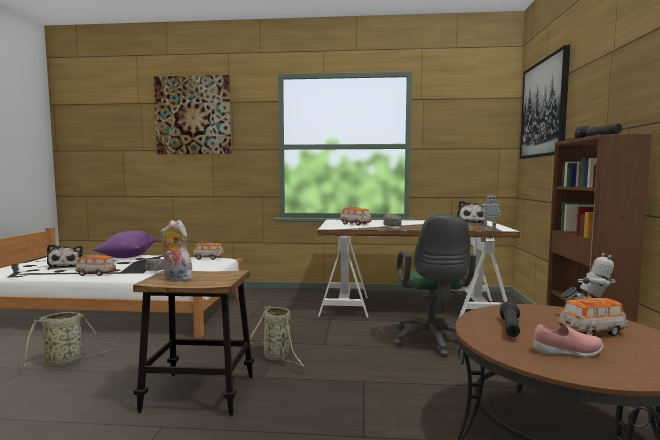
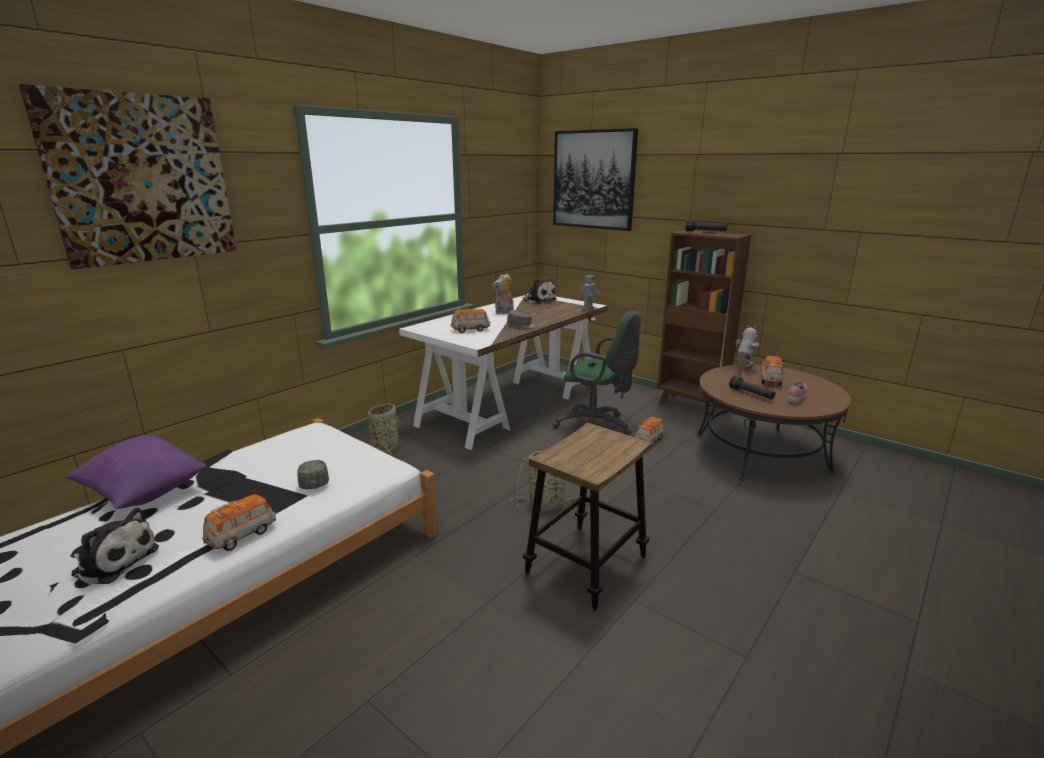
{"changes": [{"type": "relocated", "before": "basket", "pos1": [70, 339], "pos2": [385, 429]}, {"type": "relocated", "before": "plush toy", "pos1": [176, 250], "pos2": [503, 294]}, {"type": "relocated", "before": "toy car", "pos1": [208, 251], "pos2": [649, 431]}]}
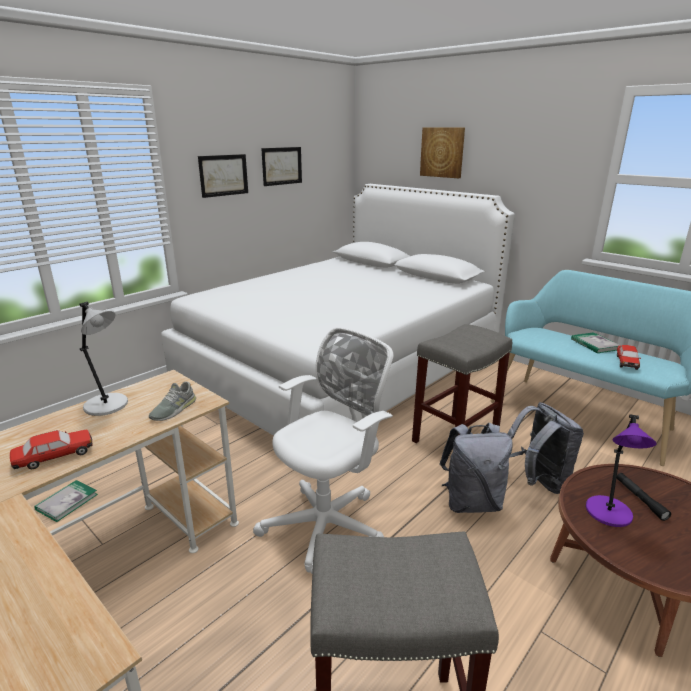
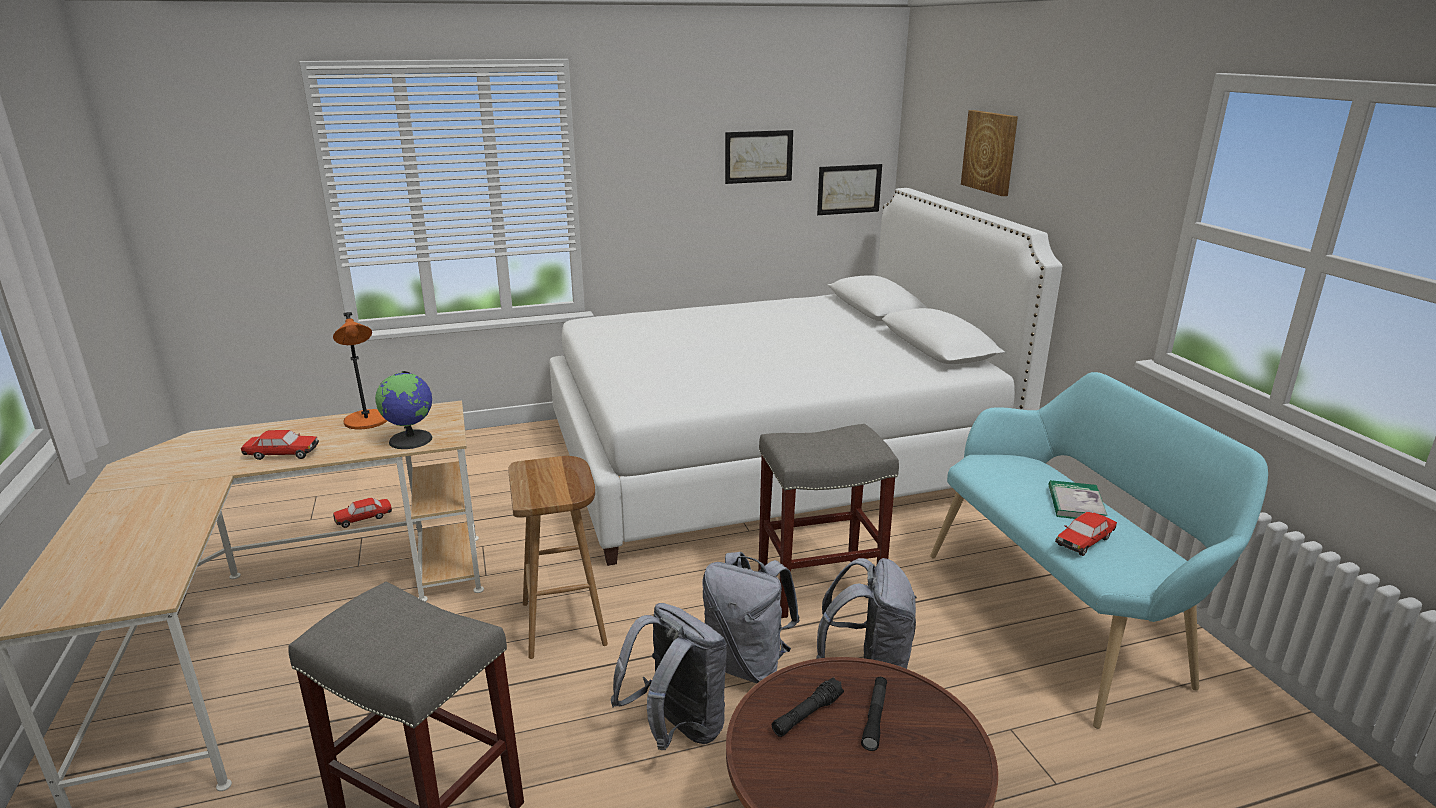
{"changes": [{"type": "colour", "before": "grey table lamp", "after": "orange table lamp", "pos1": [103, 359], "pos2": [360, 370]}, {"type": "exchanged", "before": "book", "after": "toy car", "pos1": [66, 501], "pos2": [362, 513]}, {"type": "exchanged", "before": "grey shoe", "after": "globe", "pos1": [172, 401], "pos2": [404, 410]}, {"type": "exchanged", "before": "white office chair", "after": "brown stool", "pos1": [323, 450], "pos2": [558, 557]}, {"type": "appeared", "after": "grey backpack", "pos2": [669, 676]}, {"type": "exchanged", "before": "purple table lamp", "after": "black flashlight", "pos1": [621, 470], "pos2": [808, 707]}, {"type": "relocated", "before": "picture", "pos1": [223, 176], "pos2": [849, 189]}]}
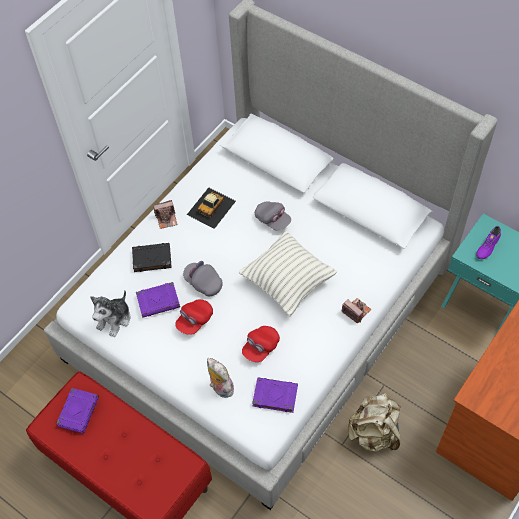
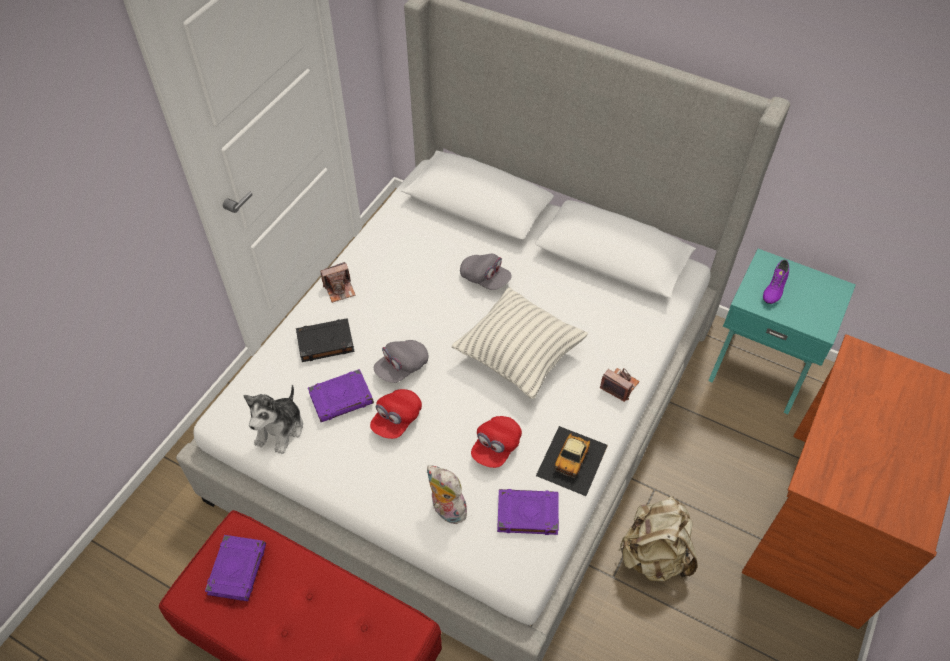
{"changes": [{"type": "spun", "before": "grey cap", "pos1": [203, 278], "pos2": [401, 361], "turn": -75}, {"type": "relocated", "before": "toy car", "pos1": [211, 208], "pos2": [572, 461]}]}
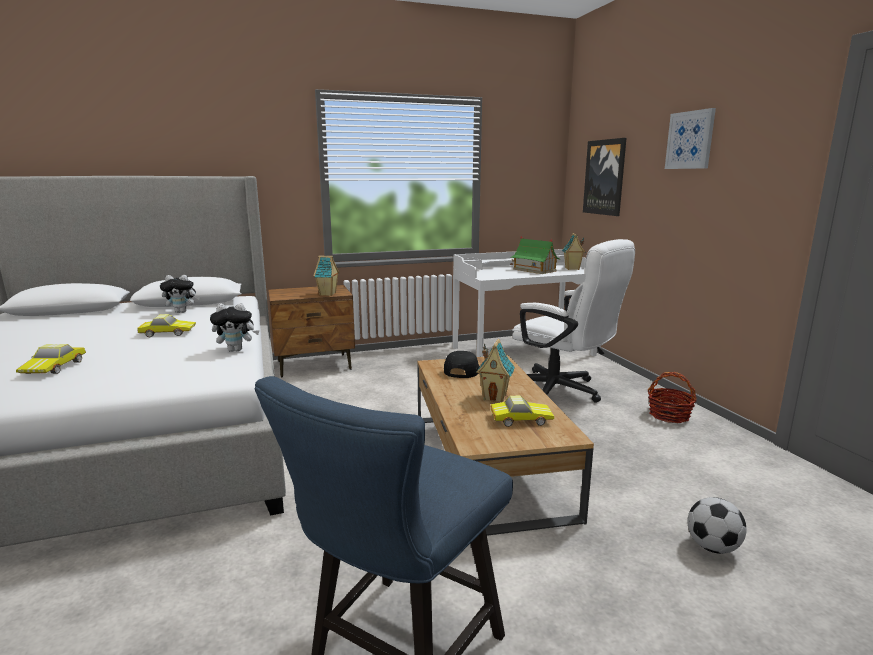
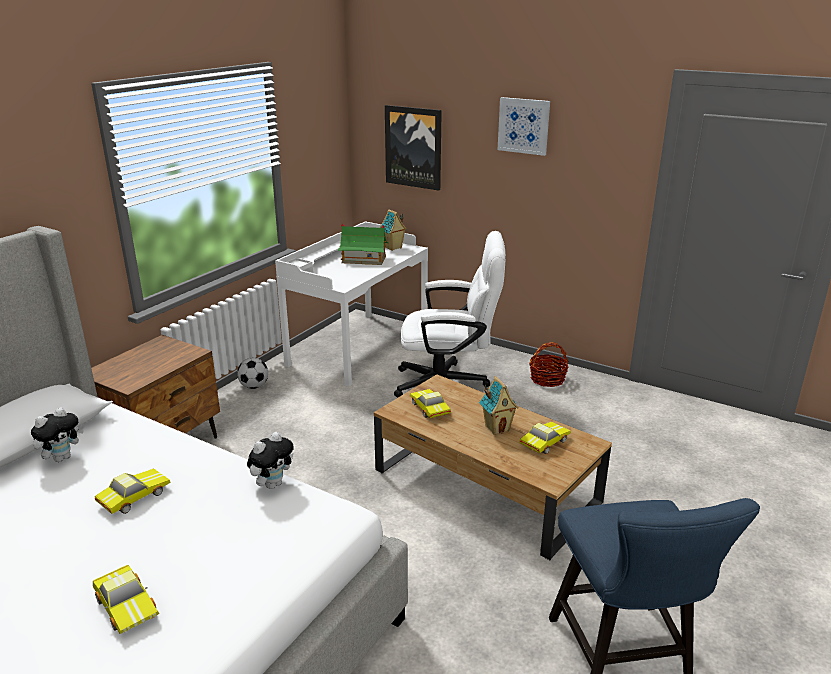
{"changes": [{"type": "relocated", "before": "football", "pos1": [717, 525], "pos2": [252, 373]}, {"type": "exchanged", "before": "black cap", "after": "toy car", "pos1": [462, 364], "pos2": [430, 403]}, {"type": "missing", "before": "toy house", "pos1": [326, 275]}]}
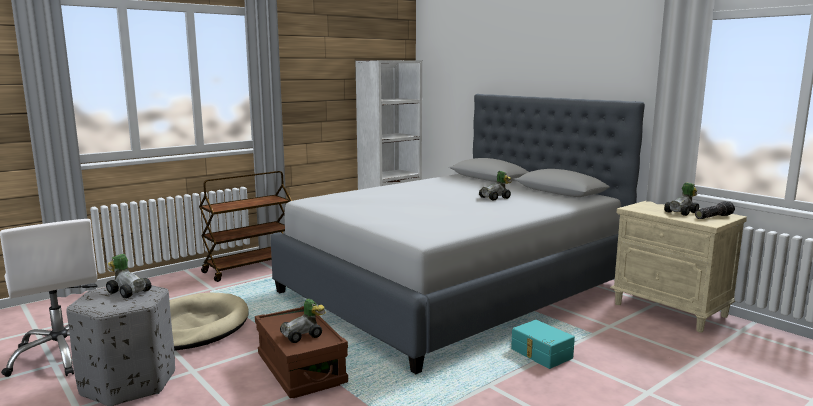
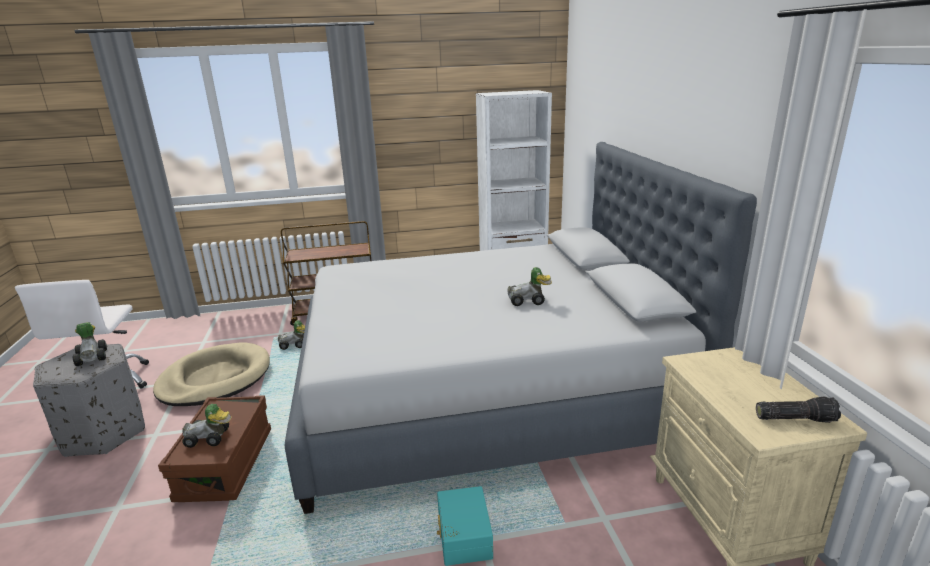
{"changes": [{"type": "relocated", "before": "toy car", "pos1": [681, 199], "pos2": [291, 335]}]}
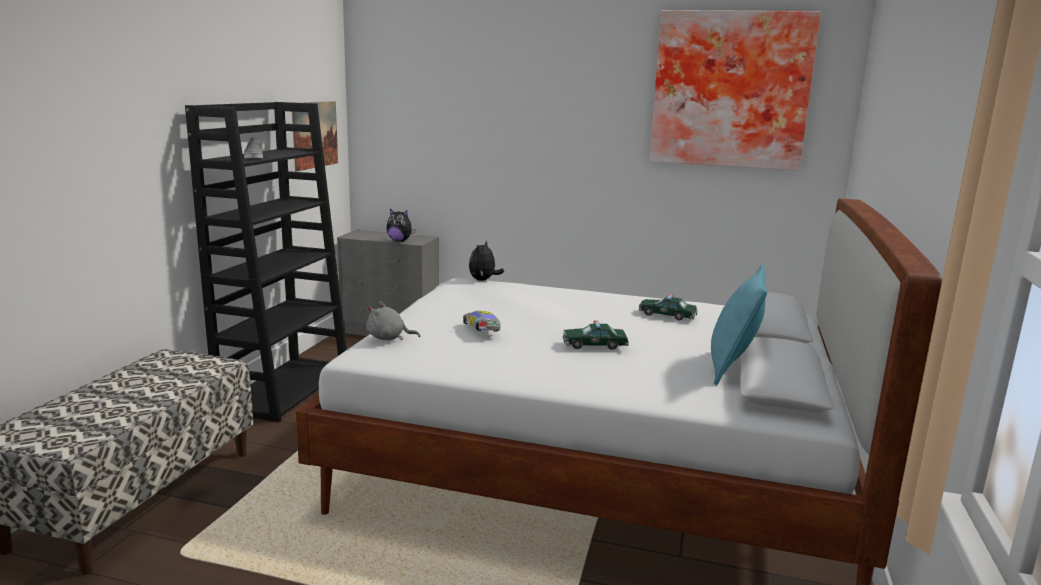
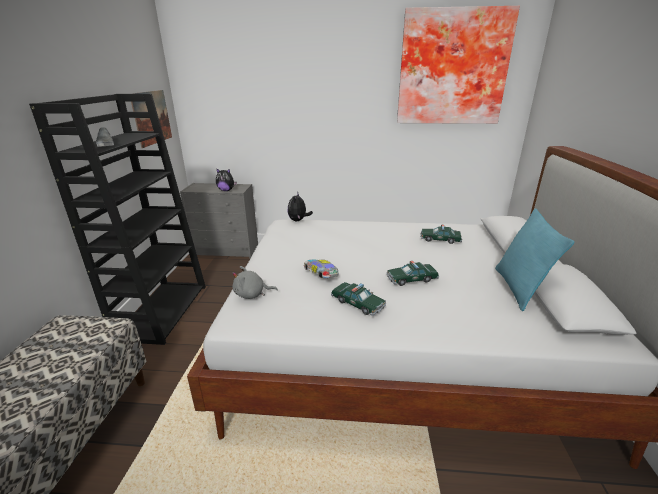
{"changes": [{"type": "appeared", "after": "toy car", "pos2": [358, 299]}]}
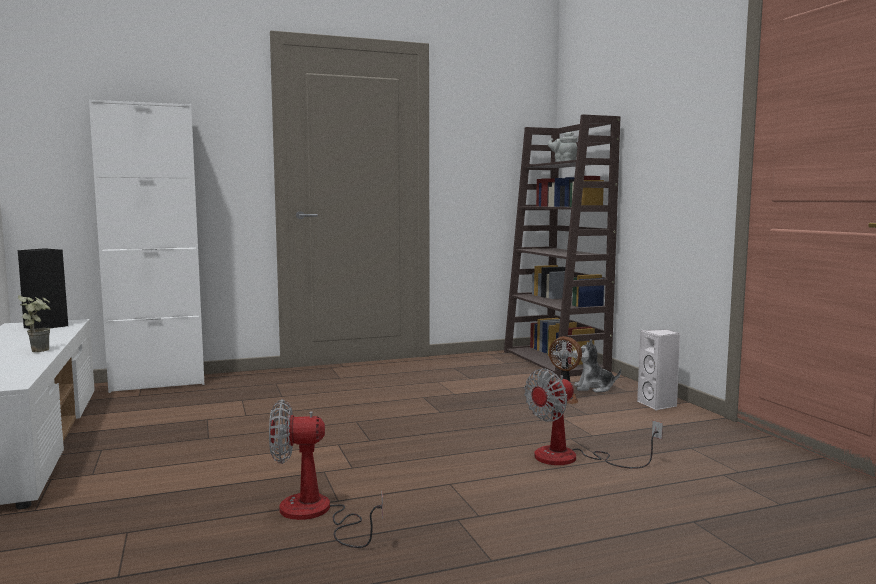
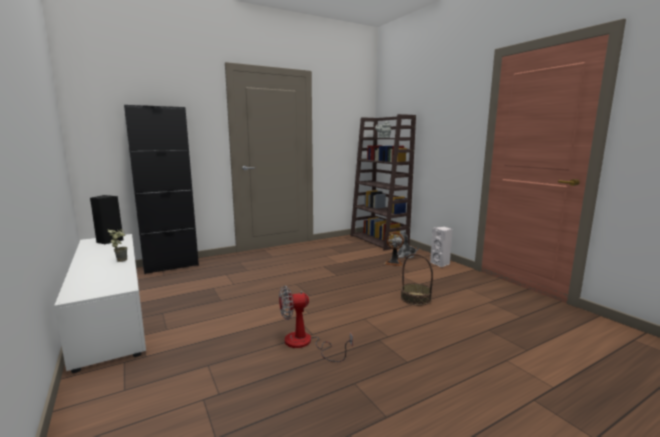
{"changes": [{"type": "colour", "before": "white cabinet", "after": "black cabinet", "pos1": [147, 246], "pos2": [161, 189]}, {"type": "exchanged", "before": "fan", "after": "basket", "pos1": [593, 418], "pos2": [417, 280]}]}
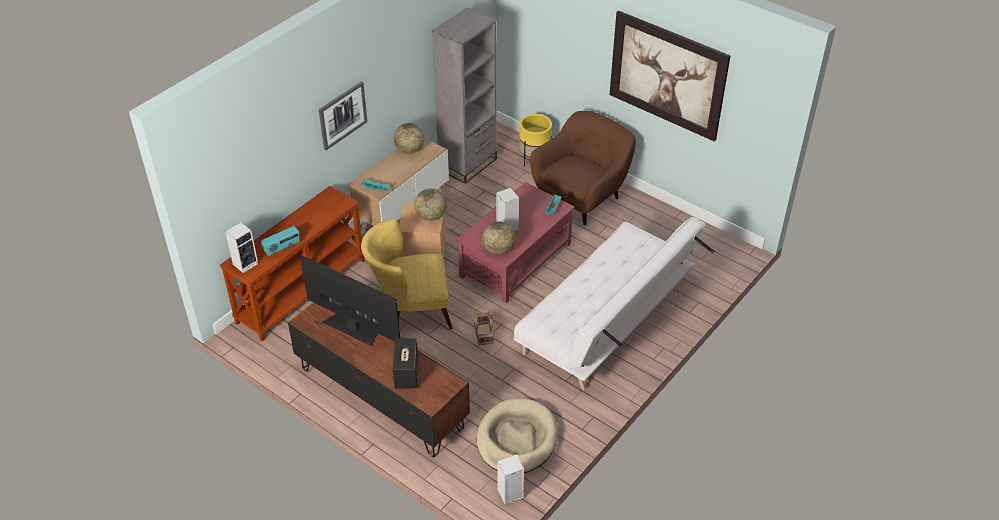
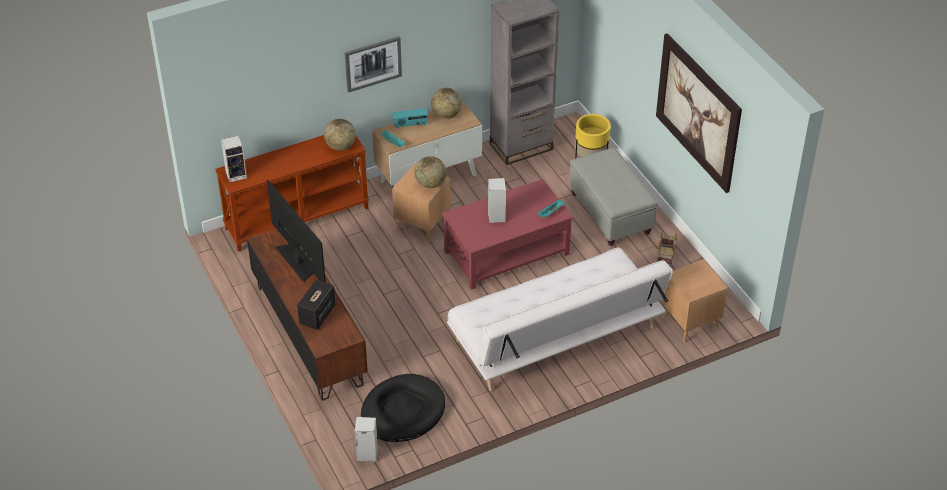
{"changes": [{"type": "relocated", "before": "globe", "pos1": [498, 237], "pos2": [340, 135]}, {"type": "colour", "before": "beige dog bed", "after": "black dog bed", "pos1": [517, 435], "pos2": [403, 408]}, {"type": "relocated", "before": "radio", "pos1": [280, 241], "pos2": [410, 118]}, {"type": "exchanged", "before": "brown armchair", "after": "grey ottoman", "pos1": [583, 168], "pos2": [613, 197]}, {"type": "relocated", "before": "basket", "pos1": [483, 327], "pos2": [667, 249]}, {"type": "appeared", "after": "brown side table", "pos2": [695, 300]}, {"type": "missing", "before": "yellow armchair", "pos1": [407, 273]}]}
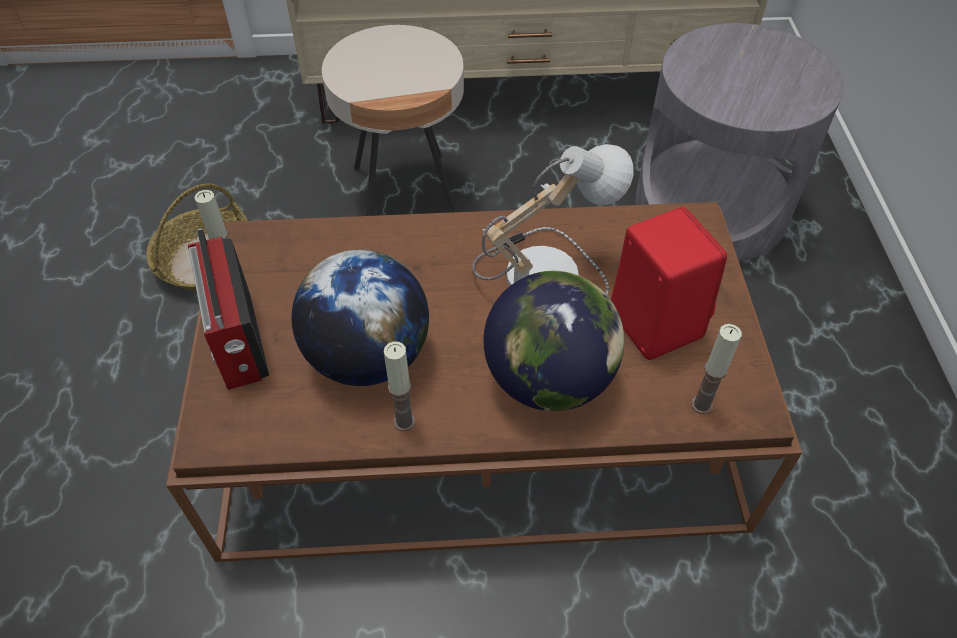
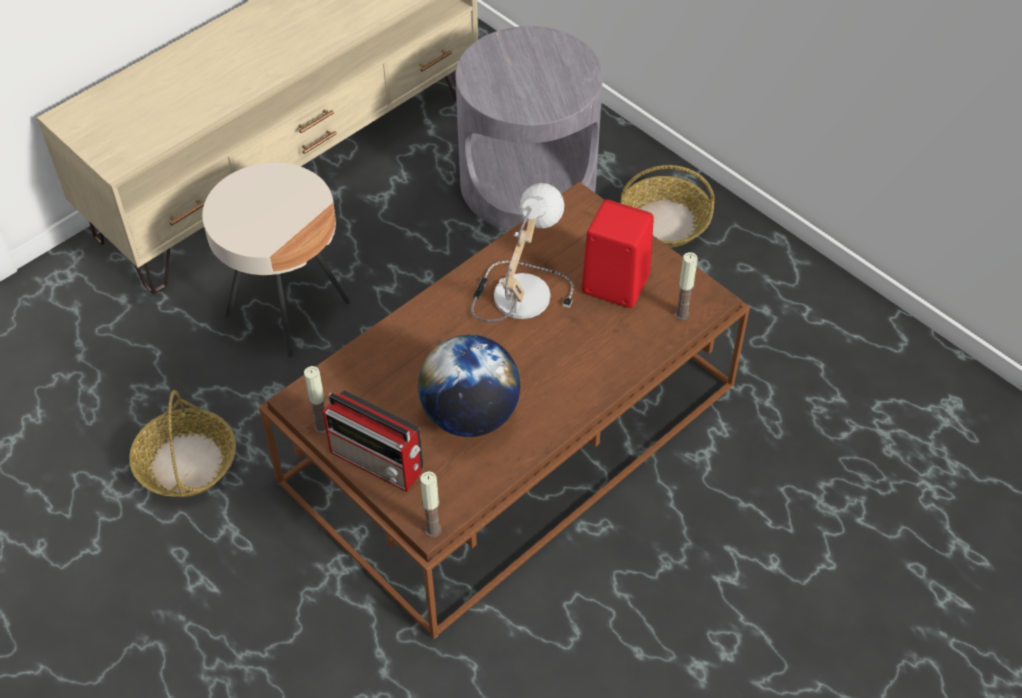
{"changes": [{"type": "relocated", "before": "candle", "pos1": [399, 387], "pos2": [431, 504]}, {"type": "appeared", "after": "basket", "pos2": [667, 206]}, {"type": "missing", "before": "globe", "pos1": [553, 341]}]}
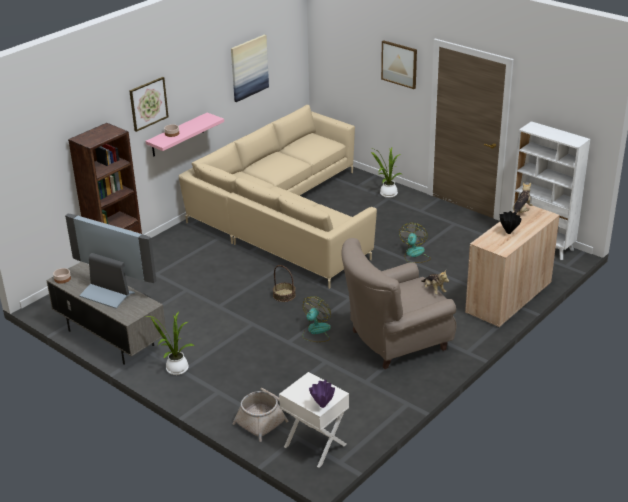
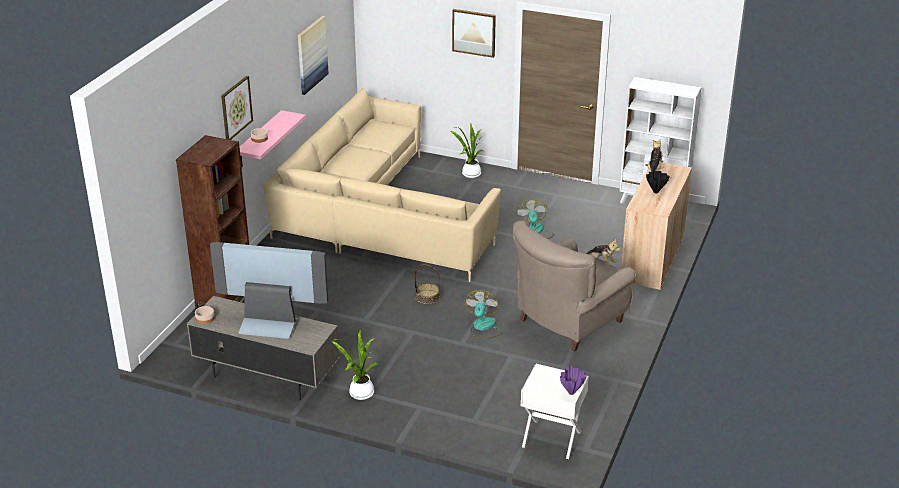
{"changes": [{"type": "missing", "before": "basket", "pos1": [260, 415]}]}
